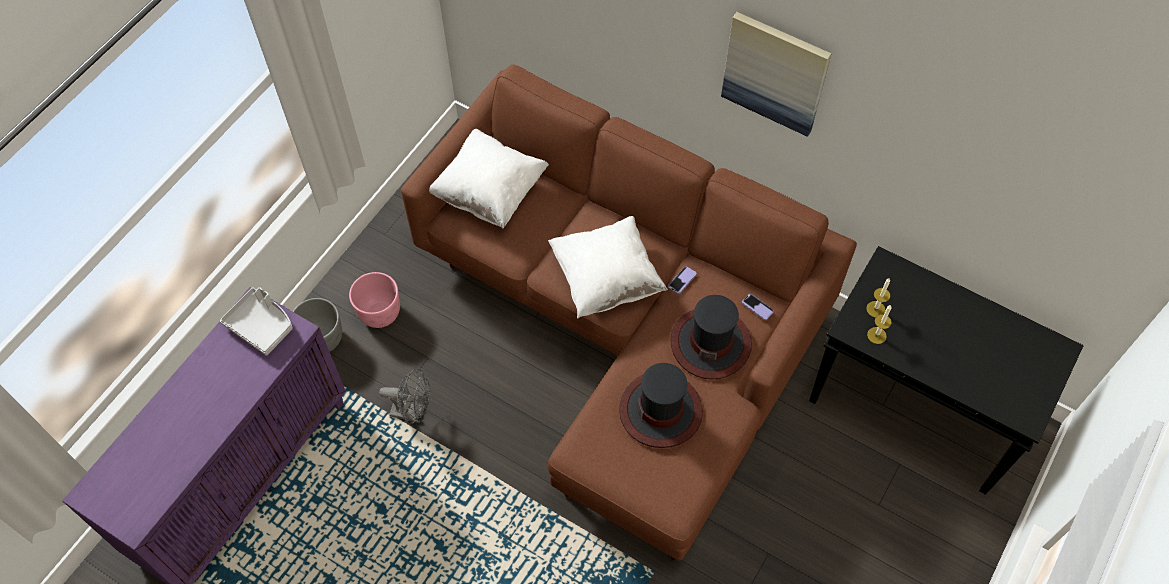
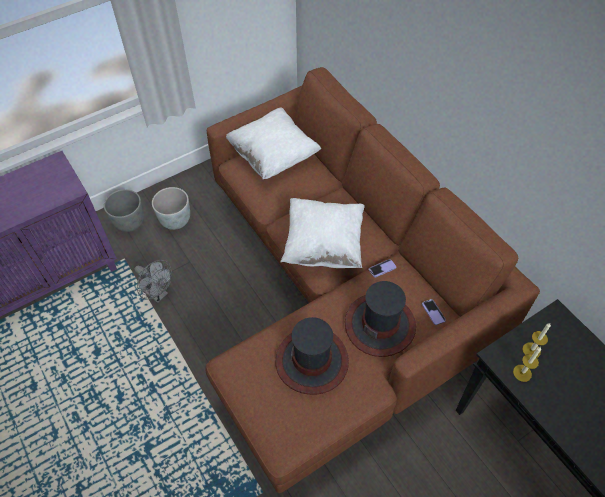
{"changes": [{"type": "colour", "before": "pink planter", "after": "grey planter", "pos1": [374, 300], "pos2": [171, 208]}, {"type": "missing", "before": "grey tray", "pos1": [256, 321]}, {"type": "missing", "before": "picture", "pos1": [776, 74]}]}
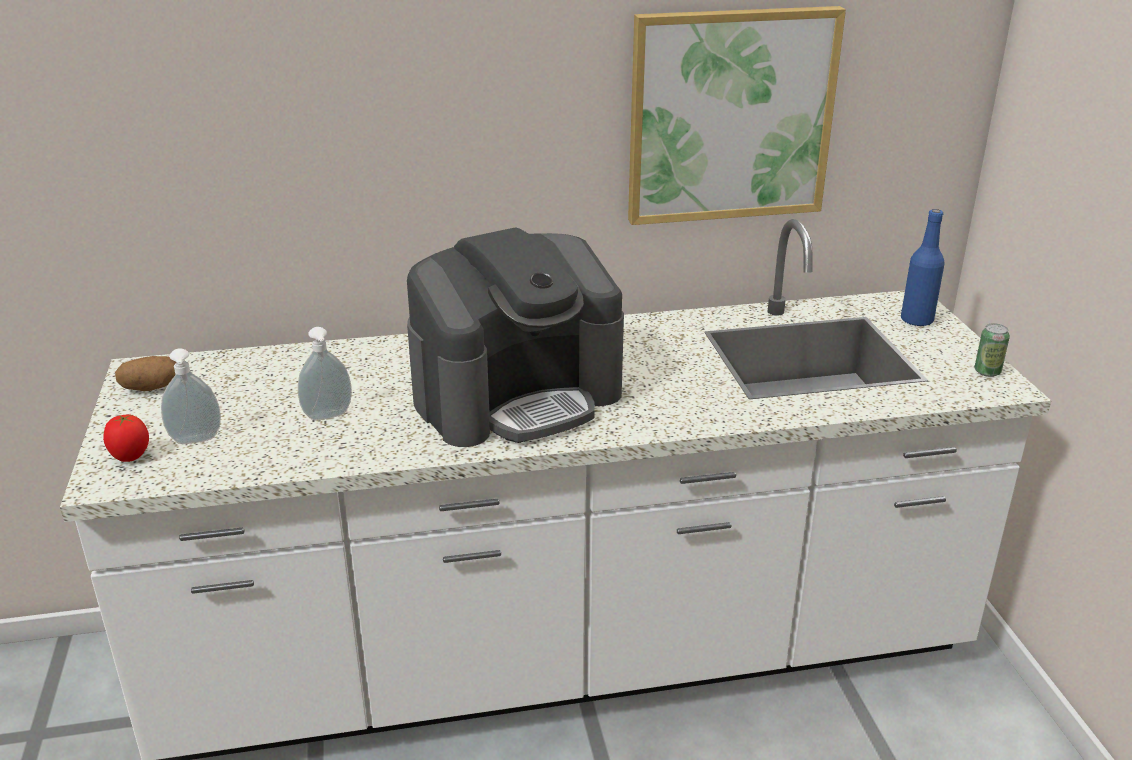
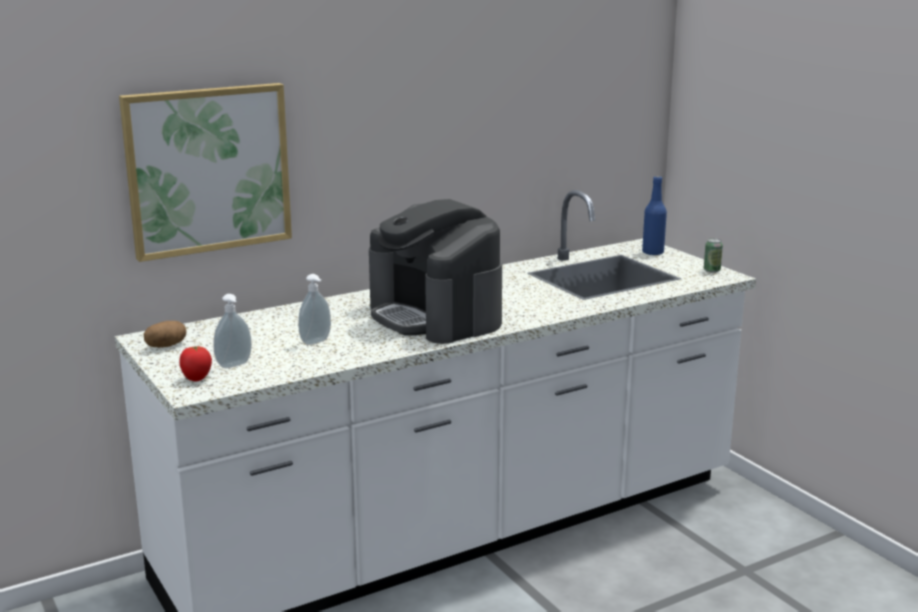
{"changes": [{"type": "relocated", "before": "picture", "pos1": [737, 115], "pos2": [205, 172]}, {"type": "spun", "before": "coffee machine", "pos1": [515, 337], "pos2": [435, 271], "turn": 105}]}
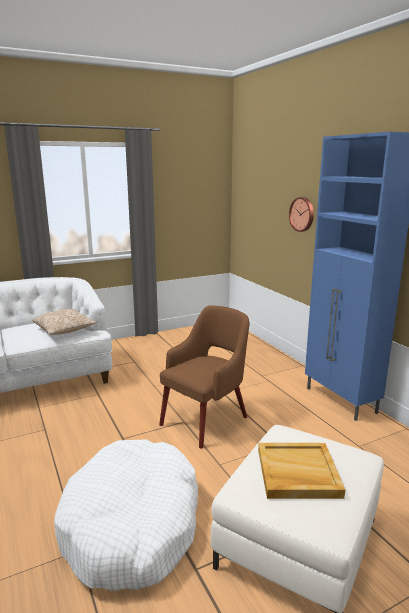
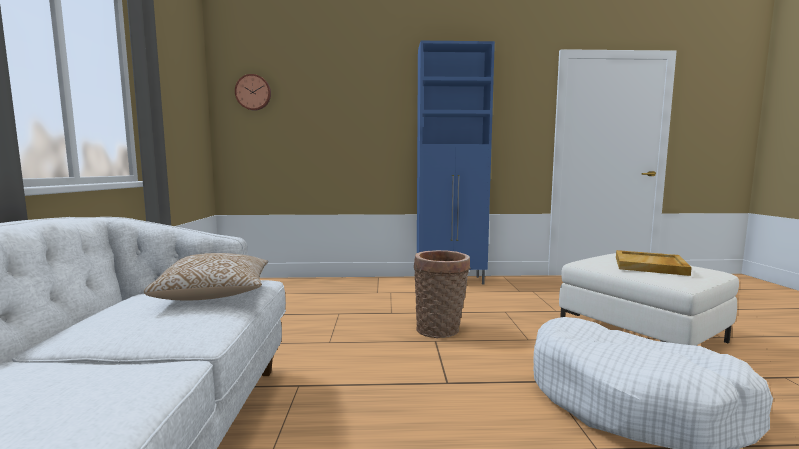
{"changes": [{"type": "relocated", "before": "wall clock", "pos1": [301, 214], "pos2": [253, 92]}, {"type": "exchanged", "before": "brown armchair", "after": "basket", "pos1": [204, 377], "pos2": [442, 294]}]}
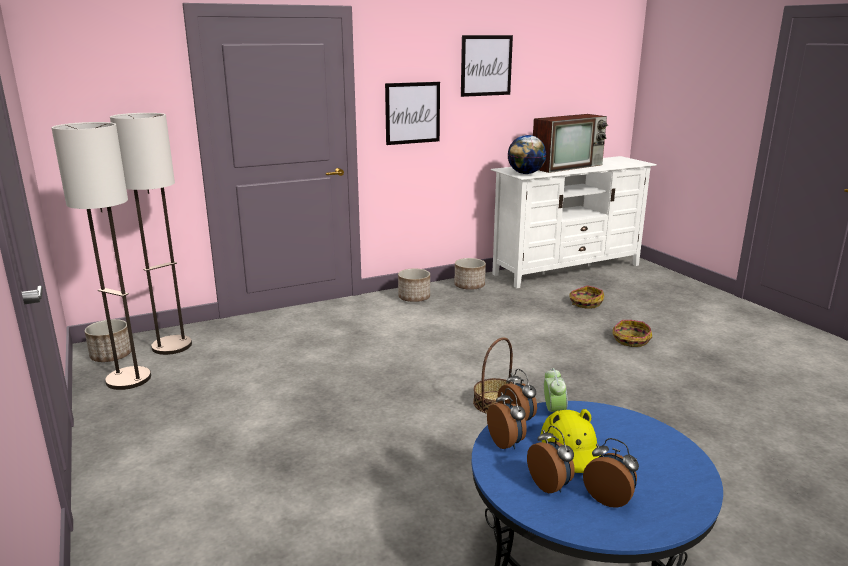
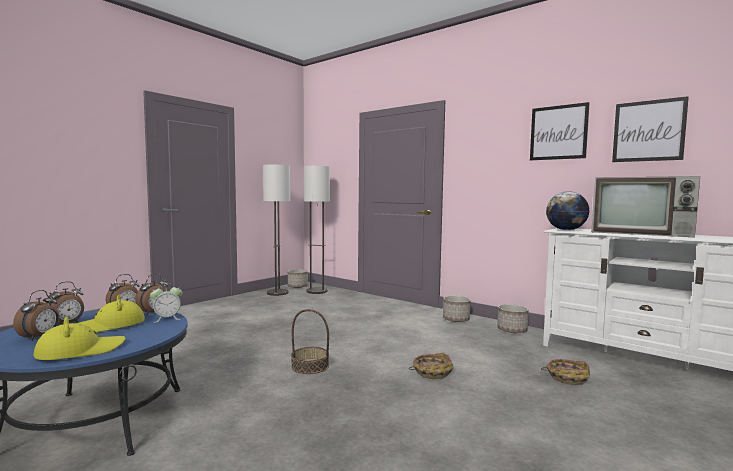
{"changes": [{"type": "appeared", "after": "yellow hat", "pos2": [79, 338]}, {"type": "relocated", "before": "basket", "pos1": [632, 333], "pos2": [431, 366]}, {"type": "relocated", "before": "picture", "pos1": [412, 113], "pos2": [650, 129]}]}
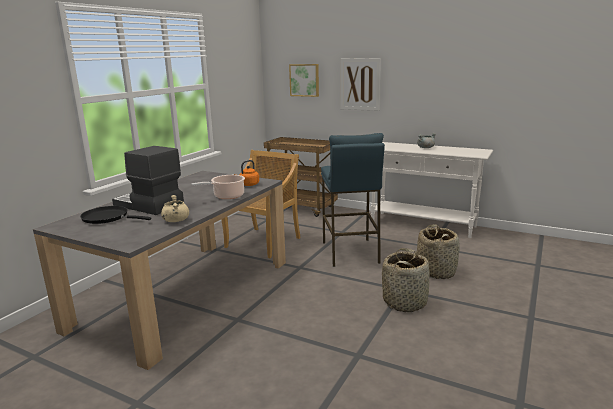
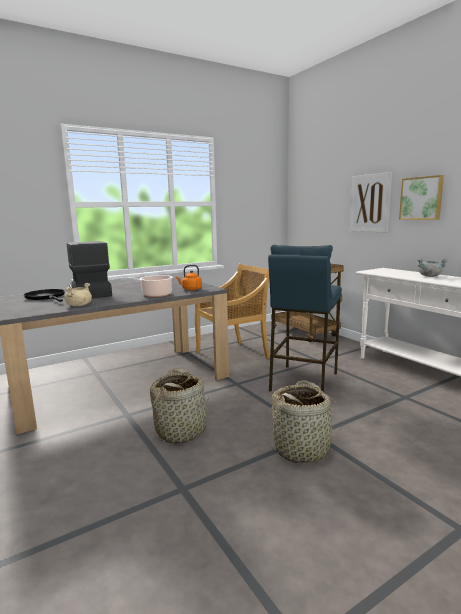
{"changes": [{"type": "relocated", "before": "basket", "pos1": [438, 251], "pos2": [179, 406]}, {"type": "relocated", "before": "picture", "pos1": [304, 80], "pos2": [421, 197]}]}
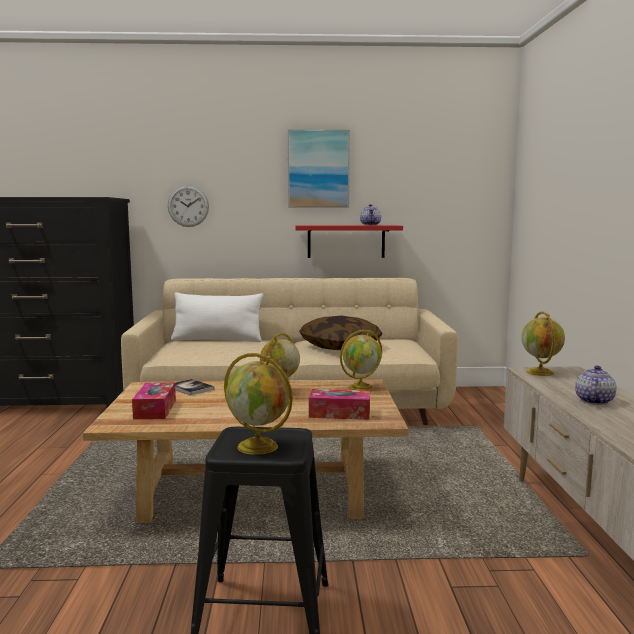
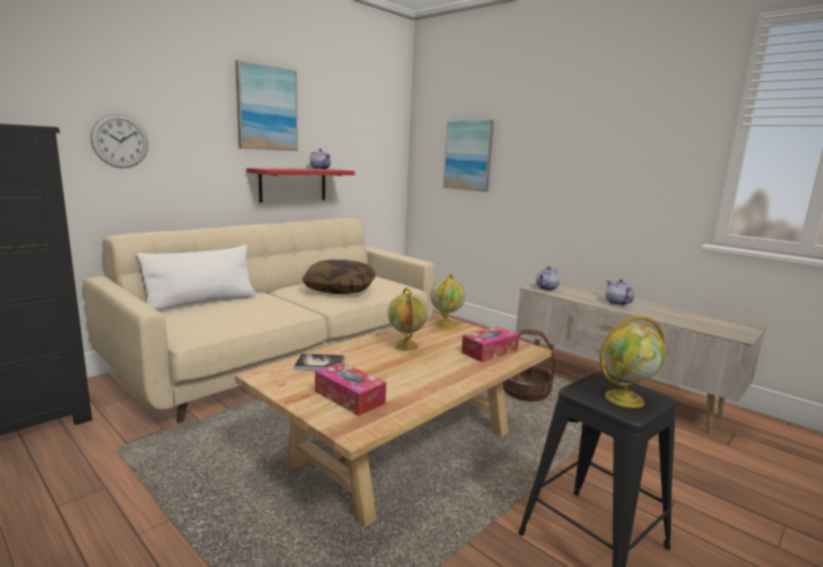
{"changes": [{"type": "appeared", "after": "picture", "pos2": [468, 156]}, {"type": "appeared", "after": "basket", "pos2": [529, 365]}, {"type": "exchanged", "before": "globe", "after": "teapot", "pos1": [543, 343], "pos2": [548, 278]}]}
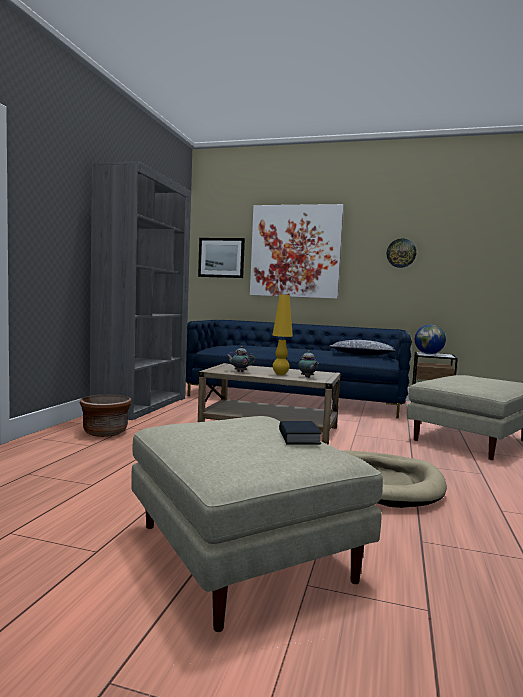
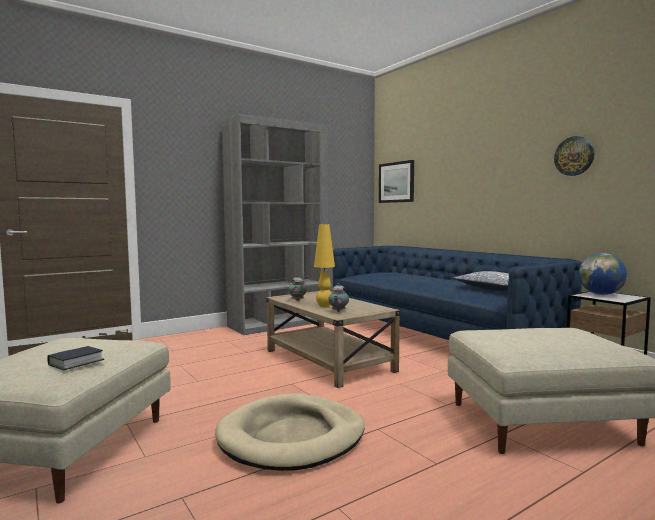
{"changes": [{"type": "missing", "before": "brown planter", "pos1": [106, 415]}, {"type": "missing", "before": "picture", "pos1": [297, 251]}]}
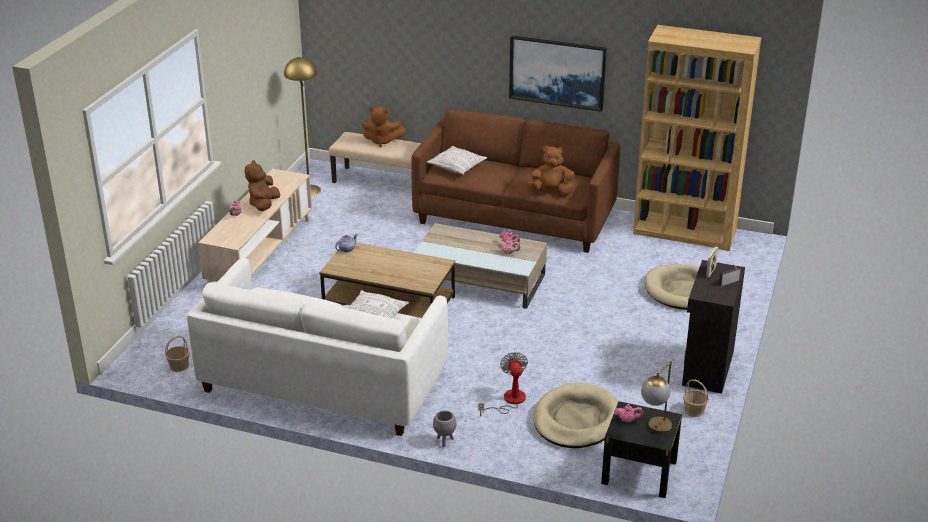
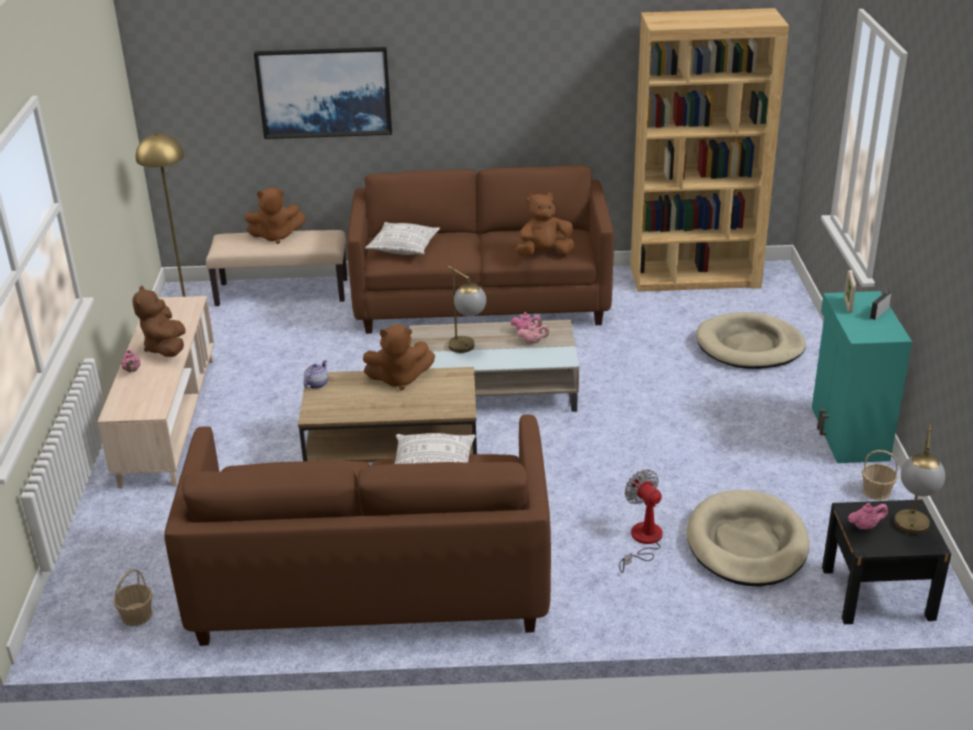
{"changes": [{"type": "colour", "before": "white sofa", "after": "brown sofa", "pos1": [317, 347], "pos2": [357, 530]}, {"type": "relocated", "before": "picture", "pos1": [558, 74], "pos2": [323, 93]}, {"type": "appeared", "after": "brown plush toy", "pos2": [399, 358]}, {"type": "appeared", "after": "table lamp", "pos2": [467, 309]}, {"type": "colour", "before": "black cabinet", "after": "turquoise cabinet", "pos1": [713, 327], "pos2": [862, 377]}, {"type": "missing", "before": "grey planter", "pos1": [444, 429]}]}
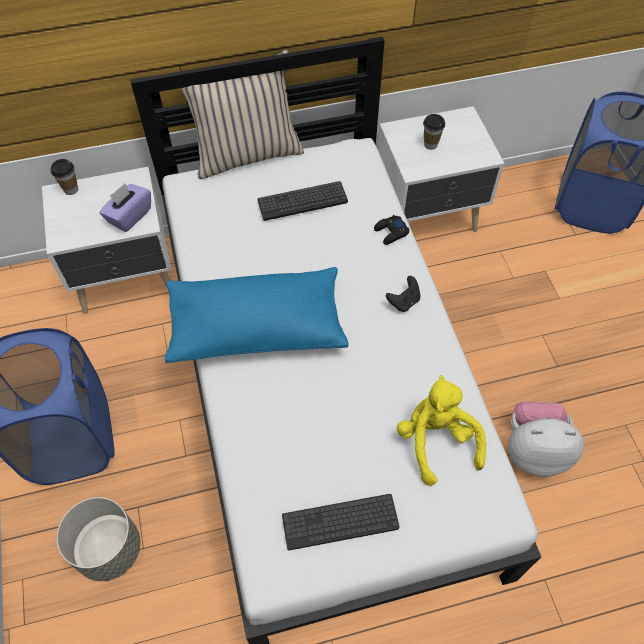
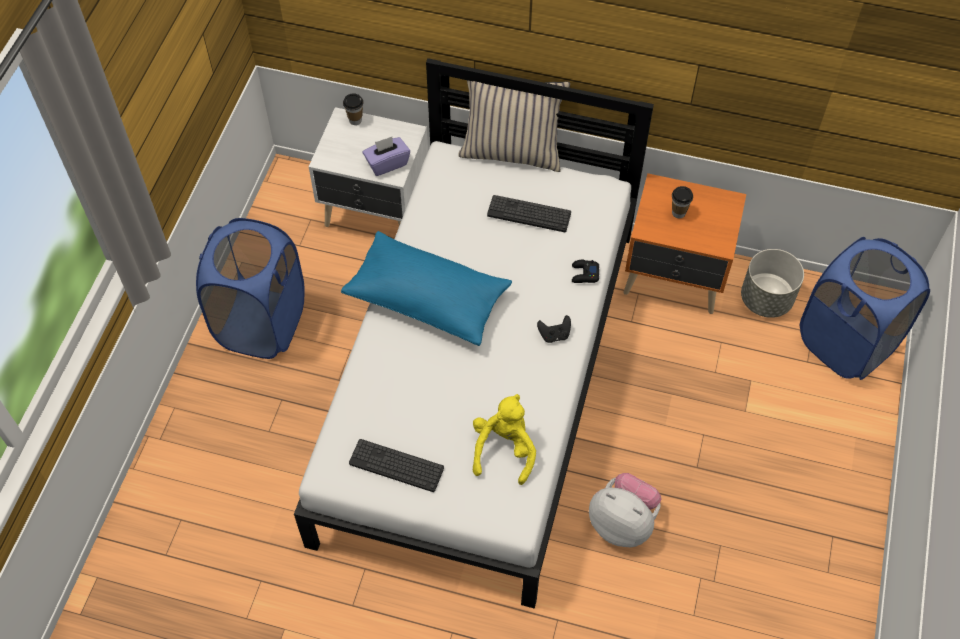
{"changes": [{"type": "colour", "before": "white nightstand", "after": "orange nightstand", "pos1": [441, 169], "pos2": [684, 243]}, {"type": "relocated", "before": "grey planter", "pos1": [98, 539], "pos2": [772, 283]}]}
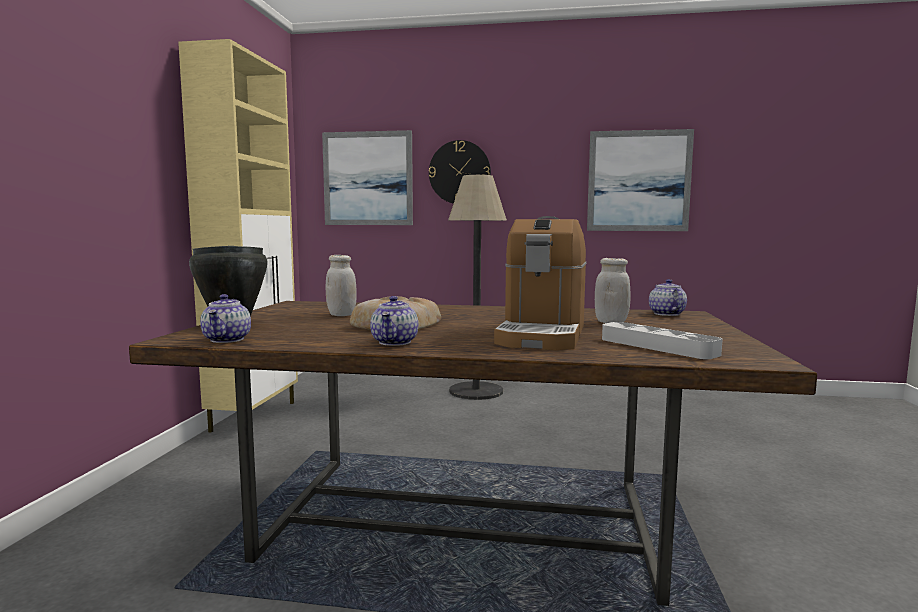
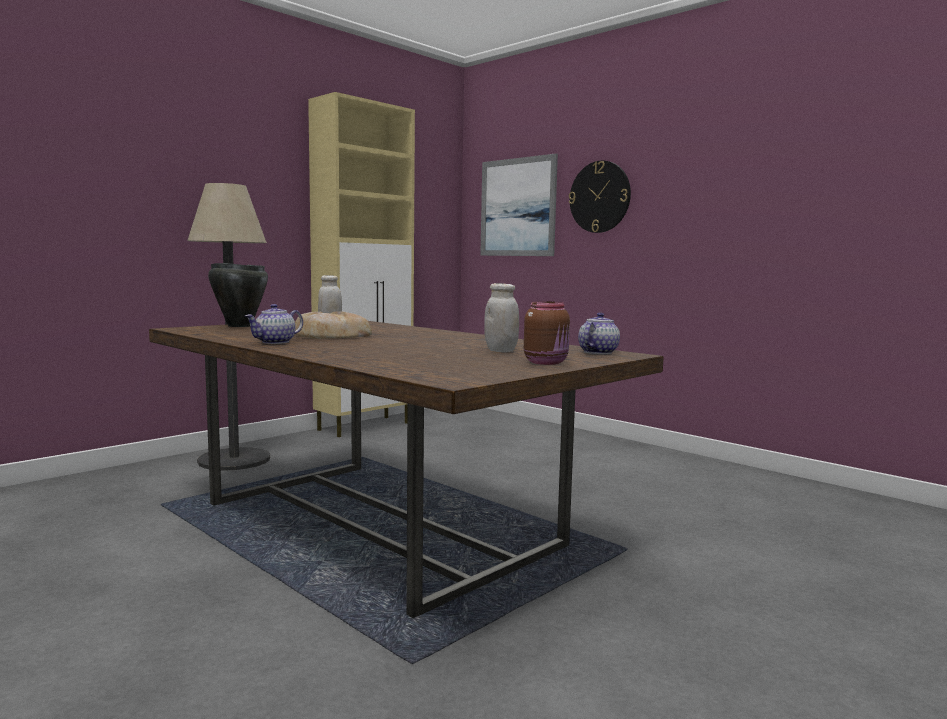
{"changes": [{"type": "relocated", "before": "floor lamp", "pos1": [477, 287], "pos2": [228, 327]}, {"type": "appeared", "after": "brown jar", "pos2": [547, 333]}, {"type": "missing", "before": "teapot", "pos1": [225, 318]}, {"type": "missing", "before": "coffee machine", "pos1": [540, 283]}, {"type": "missing", "before": "picture", "pos1": [640, 180]}, {"type": "missing", "before": "grey tray", "pos1": [662, 340]}]}
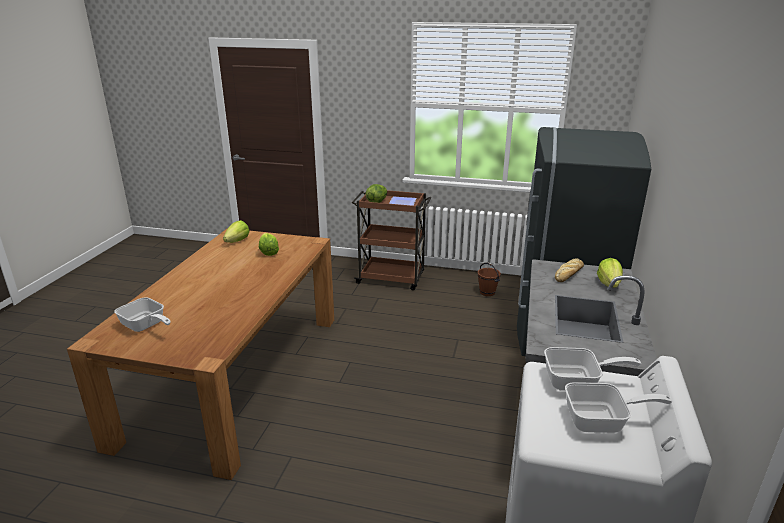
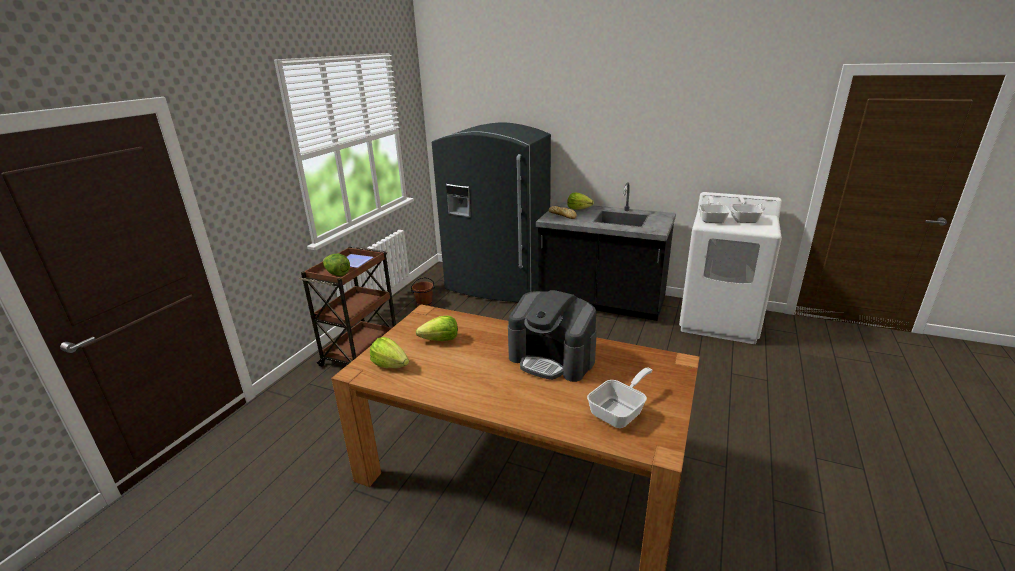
{"changes": [{"type": "appeared", "after": "coffee machine", "pos2": [552, 336]}]}
